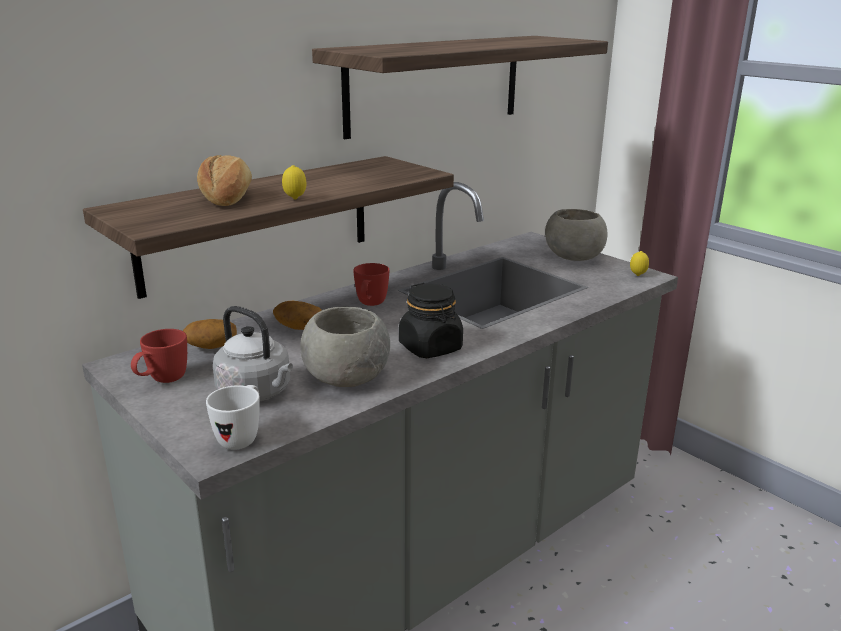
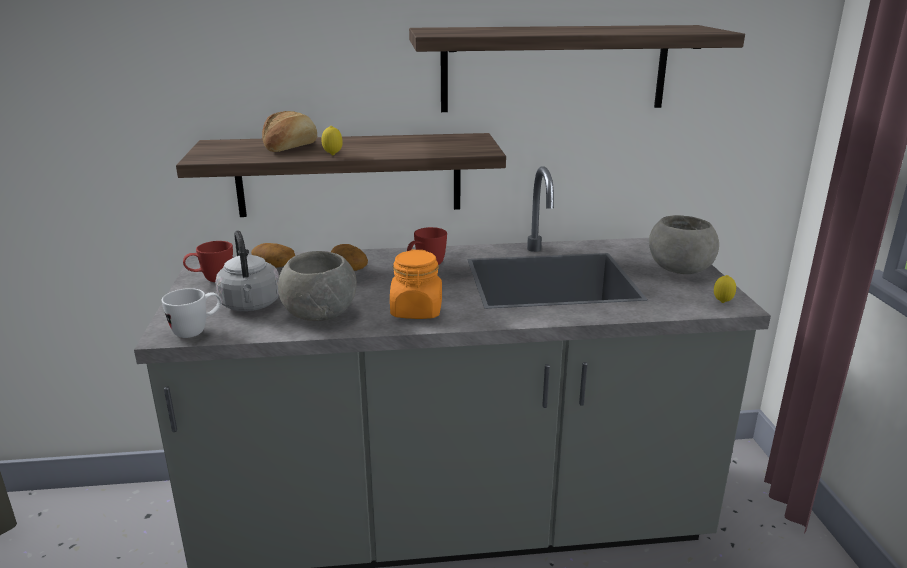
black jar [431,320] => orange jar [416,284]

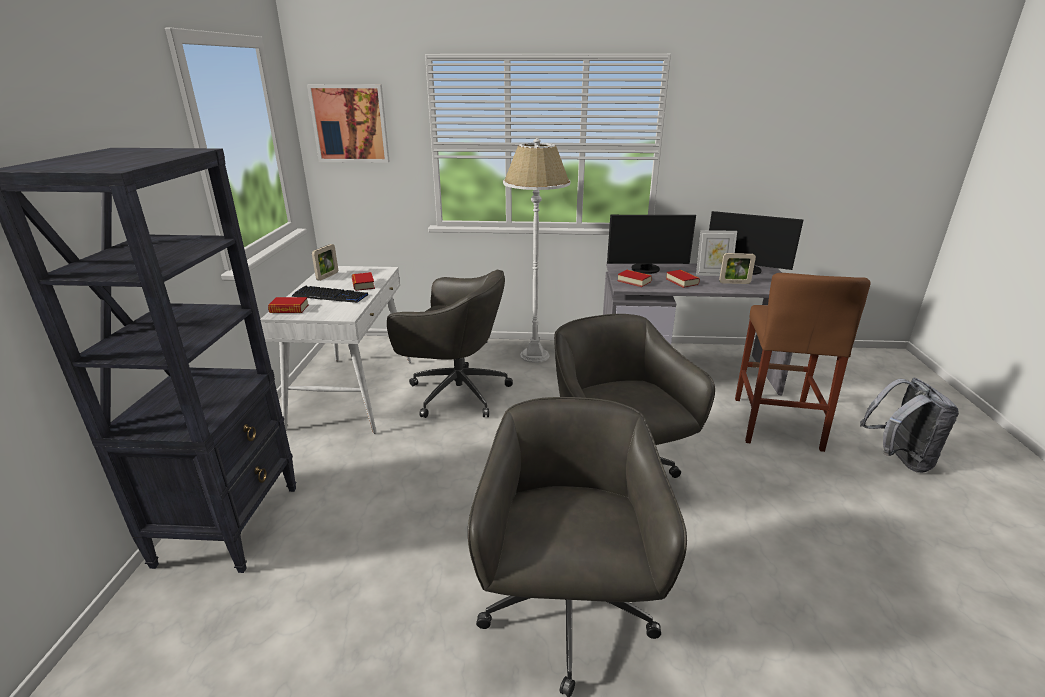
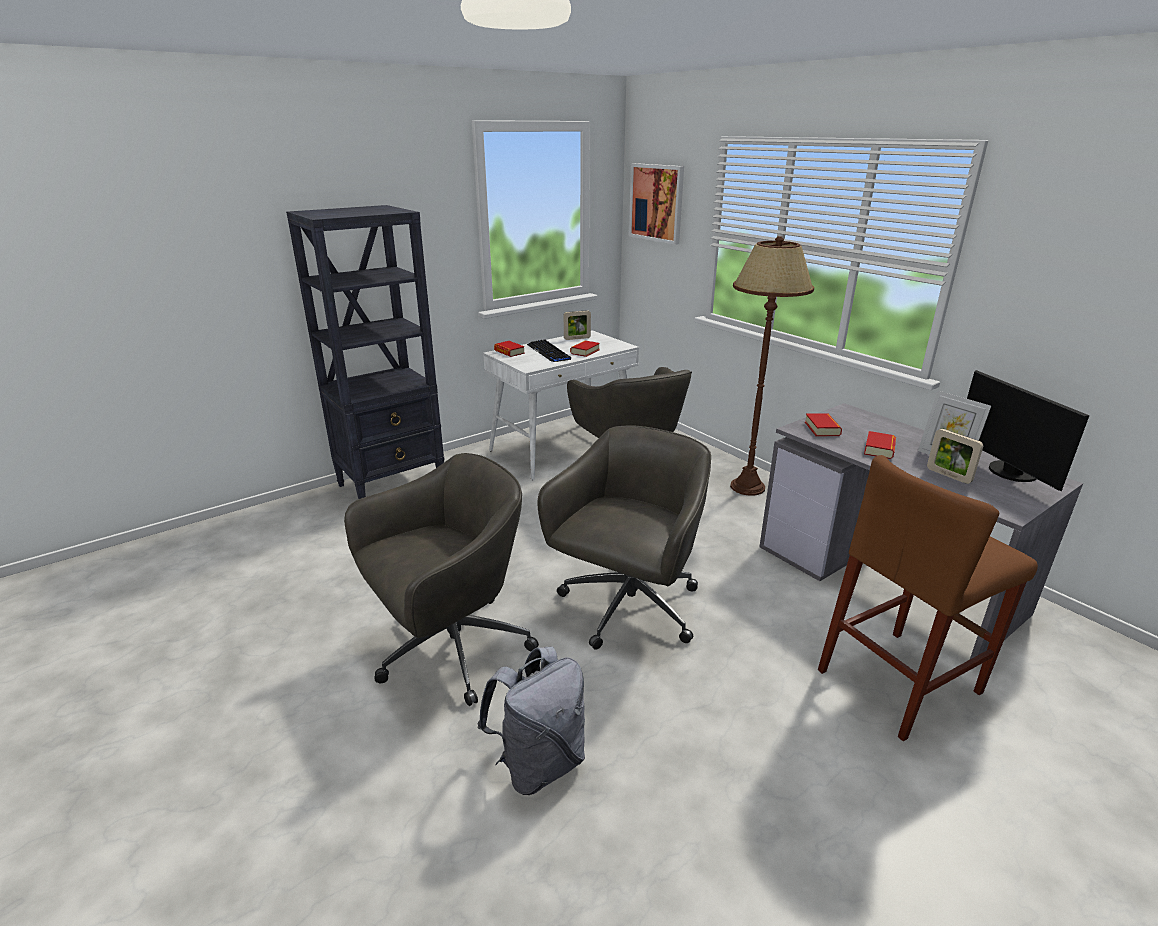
monitor [651,244] => nothing
grey backpack [909,425] => grey backpack [531,720], move
white floor lamp [536,250] => brown floor lamp [772,366]

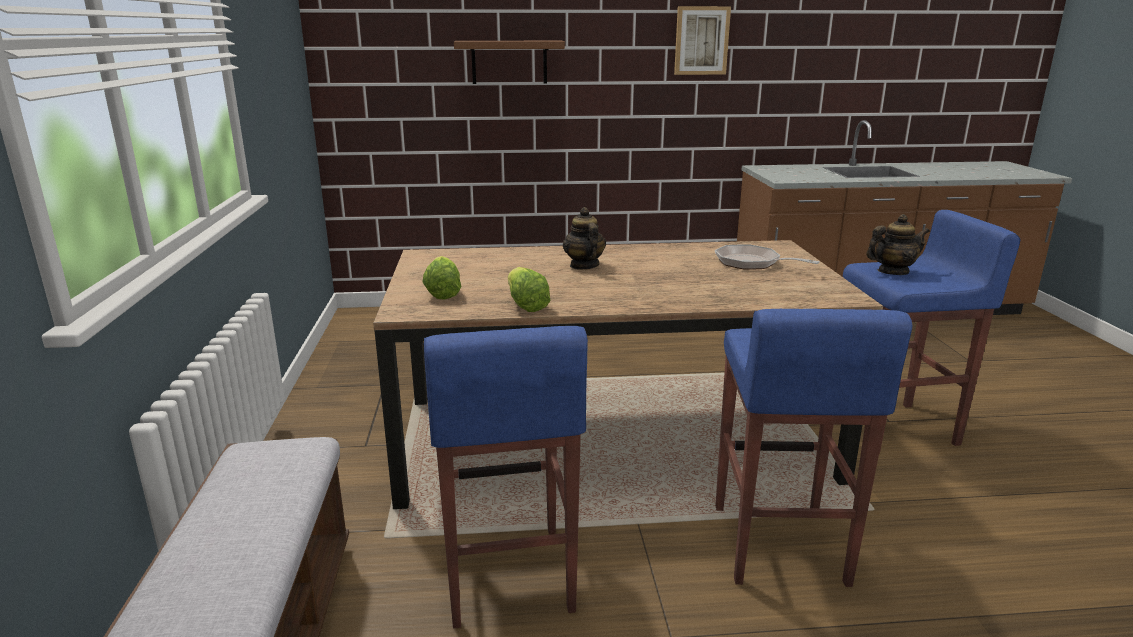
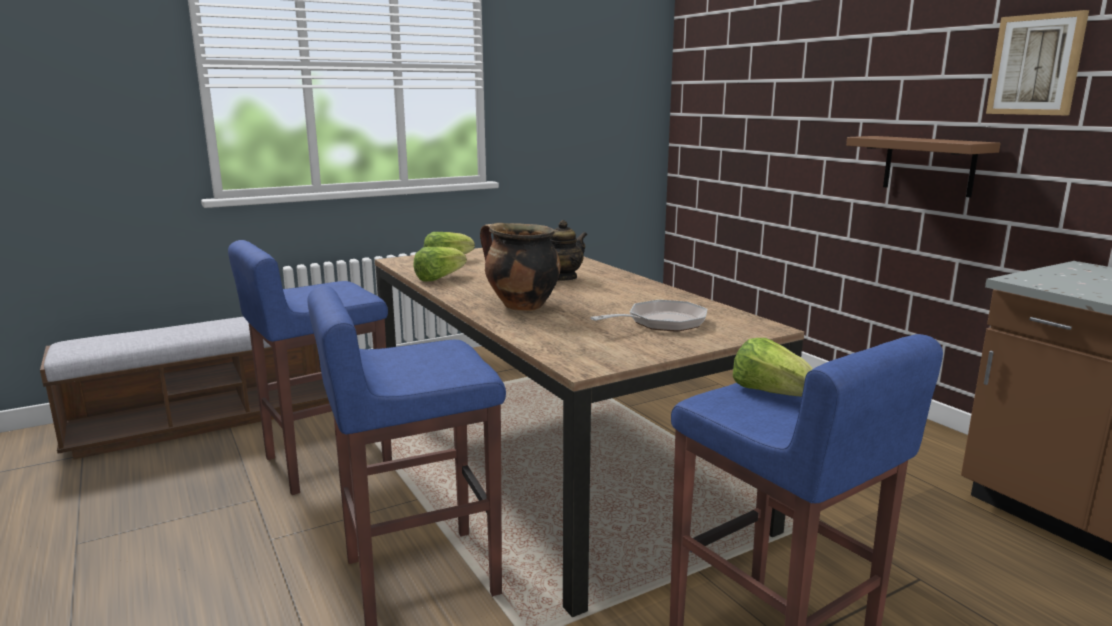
nothing => cooking pot [520,267]
brown shelf [509,62] => brown shelf [923,166], move
teapot [898,244] => lettuce [773,367]
frying pan [767,257] => frying pan [648,316], 45 degrees clockwise

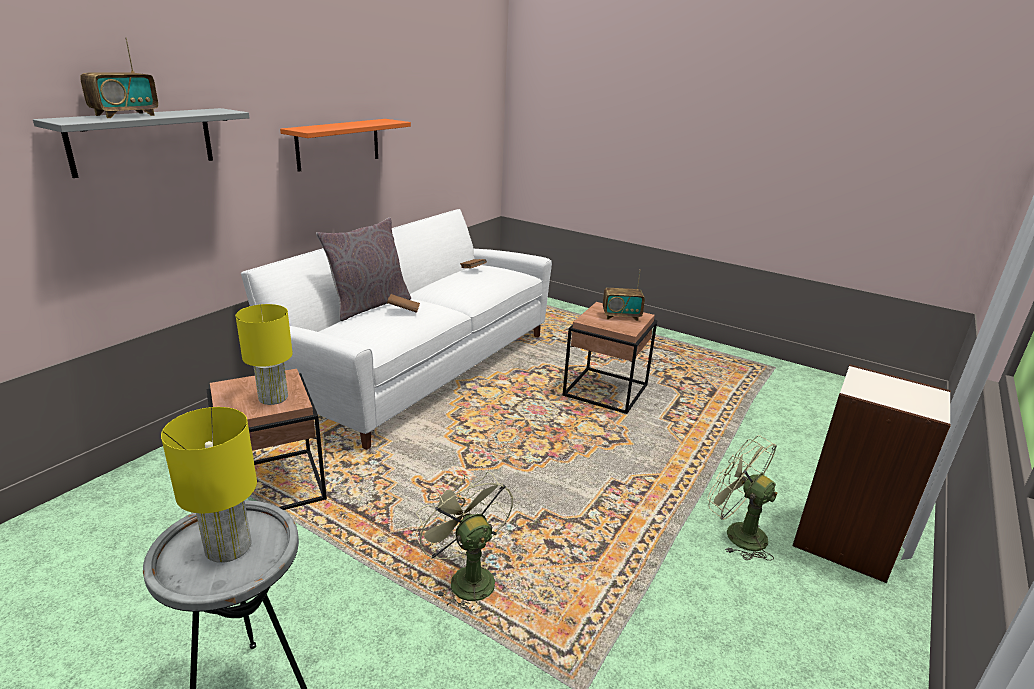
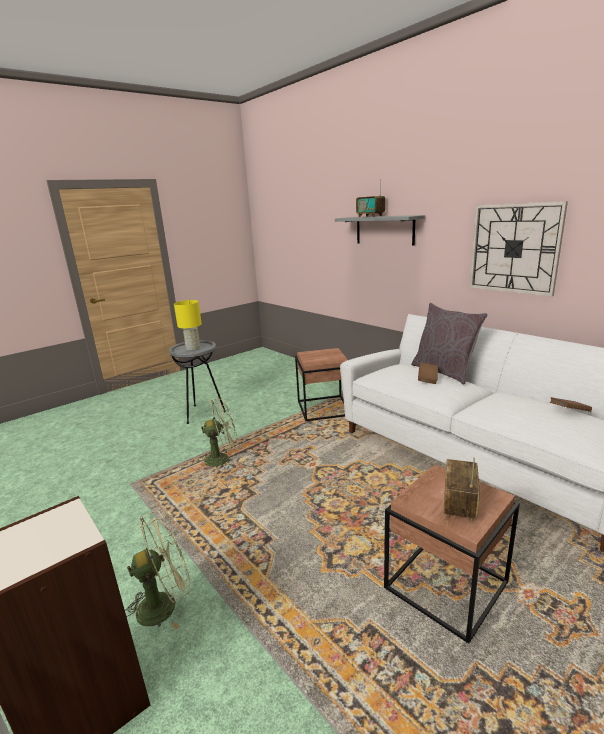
yellow table lamp [264,354] => nothing
orange shelf [345,145] => wall clock [518,249]

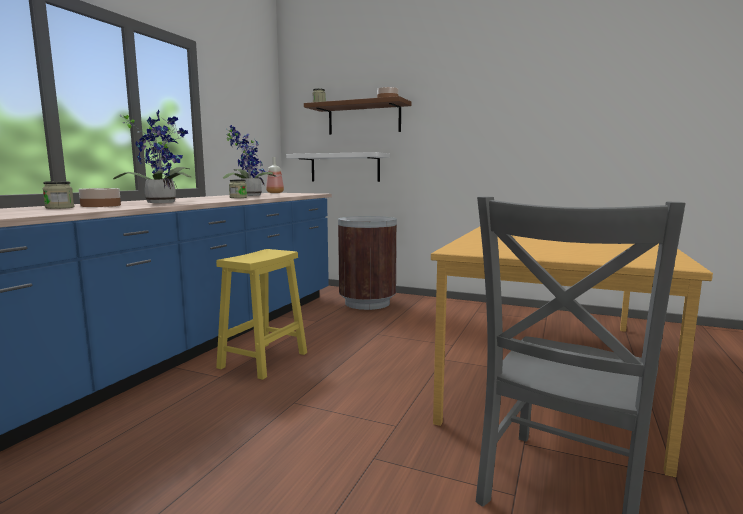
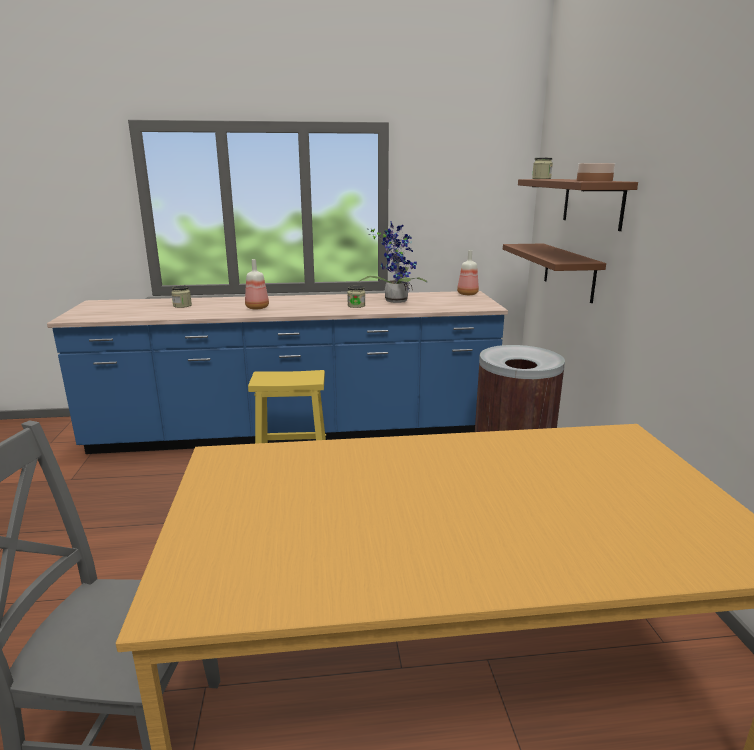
bowl [100,197] => nothing
potted plant [152,156] => bottle [257,284]
white shelf [338,167] => brown shelf [554,273]

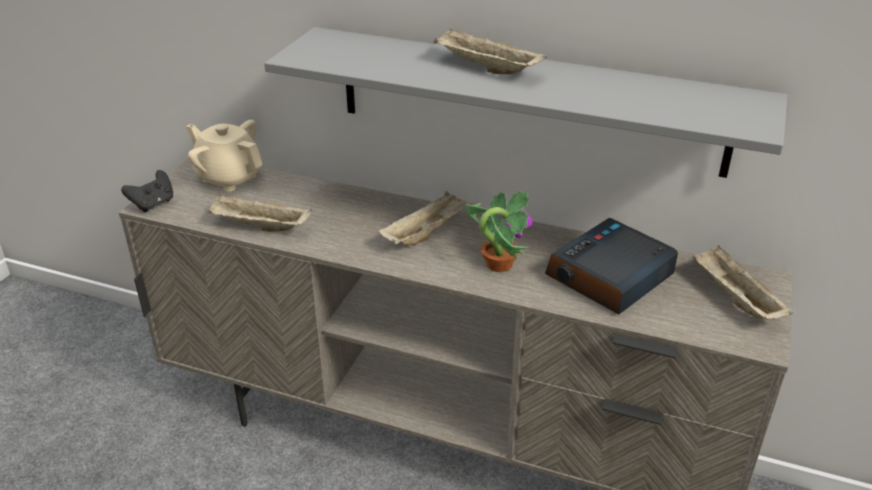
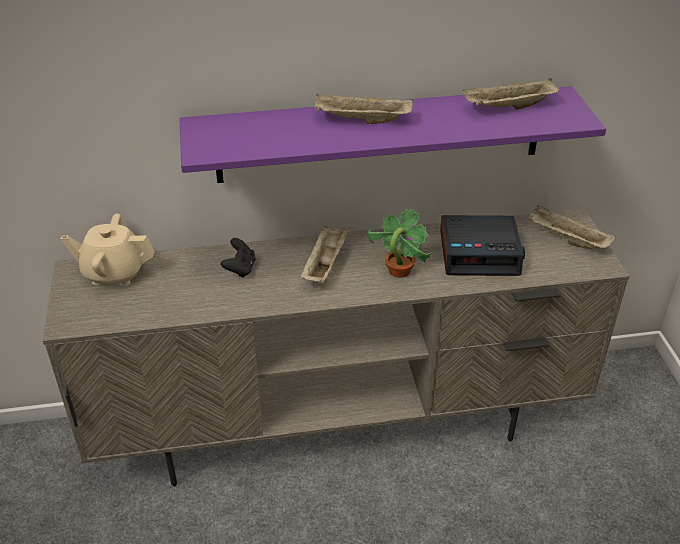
black game controller [147,191] => black game controller [238,258], move
beige tray [259,213] => beige tray [511,93], move
grey shelf [525,102] => purple shelf [393,134]
alarm clock [611,266] => alarm clock [482,245], 105 degrees counterclockwise

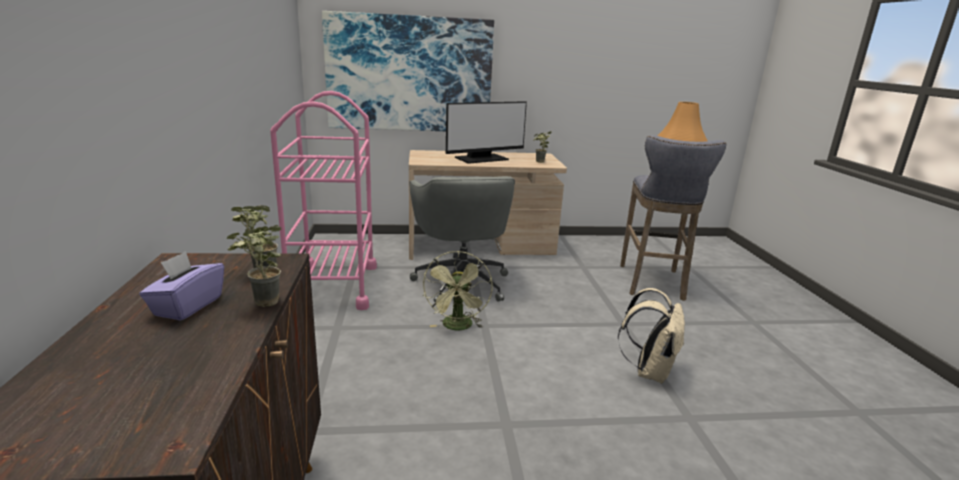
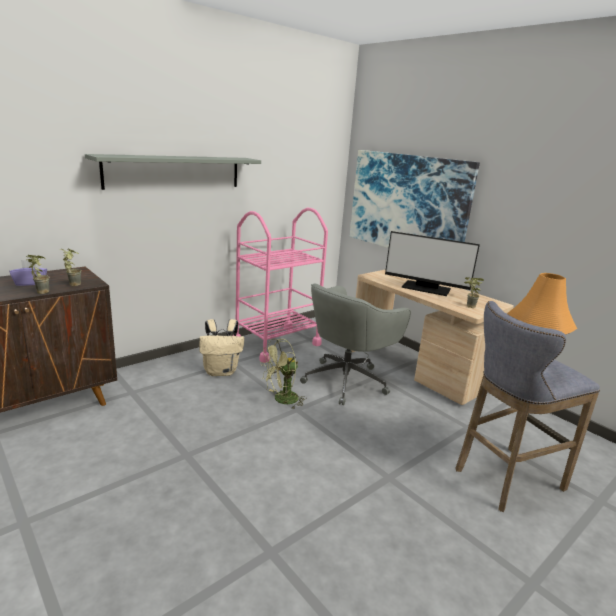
nothing => grey shelf [173,172]
beige backpack [651,336] => beige backpack [221,347], move

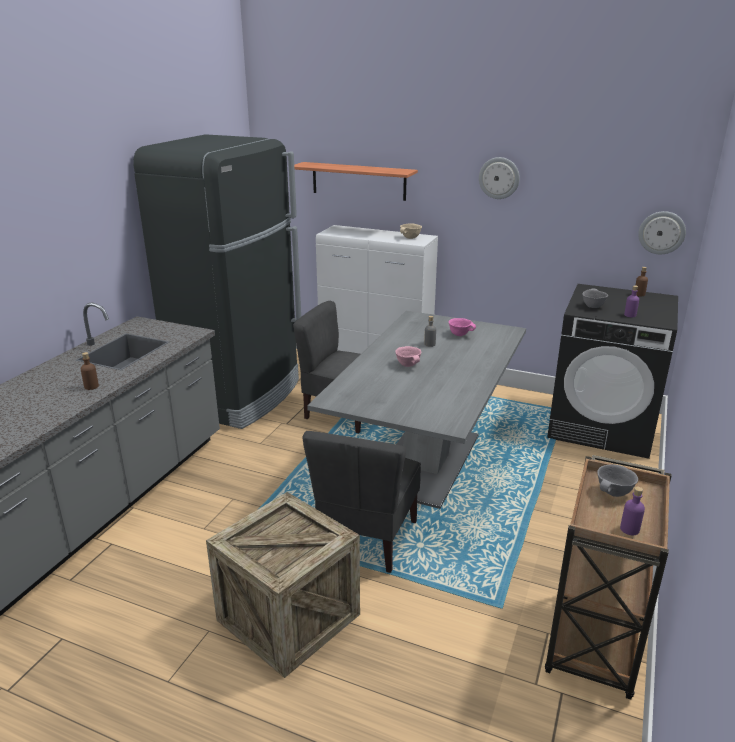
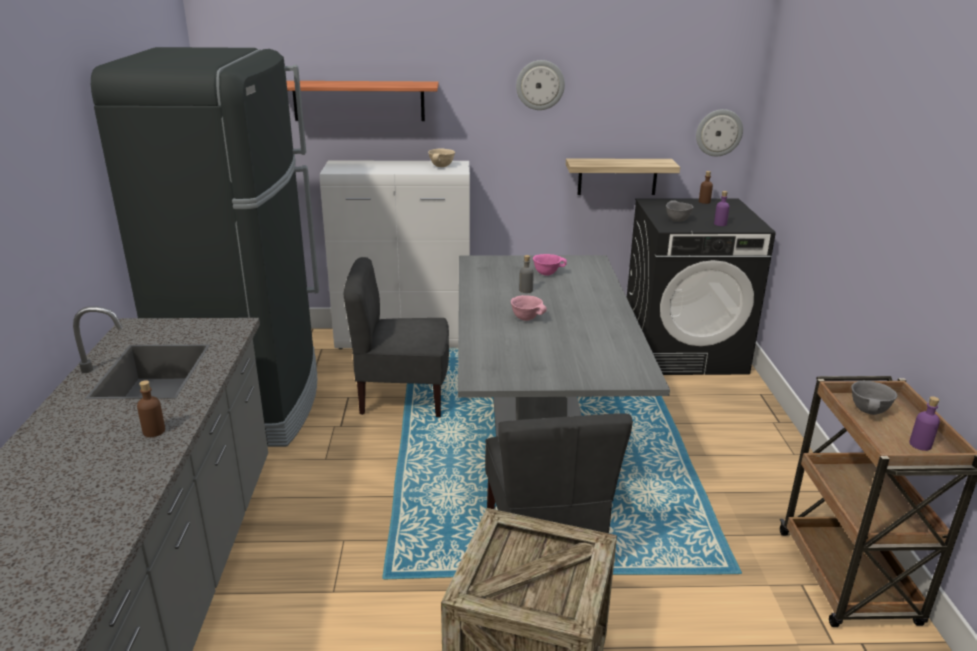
nothing => shelf [623,177]

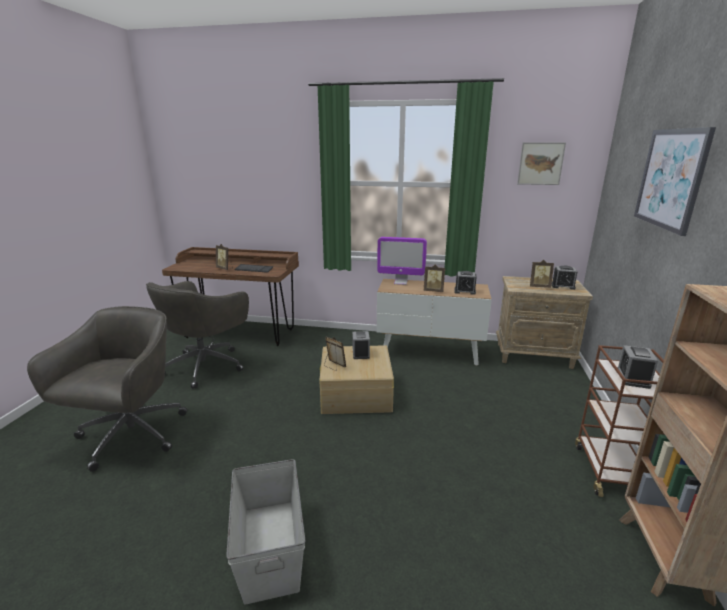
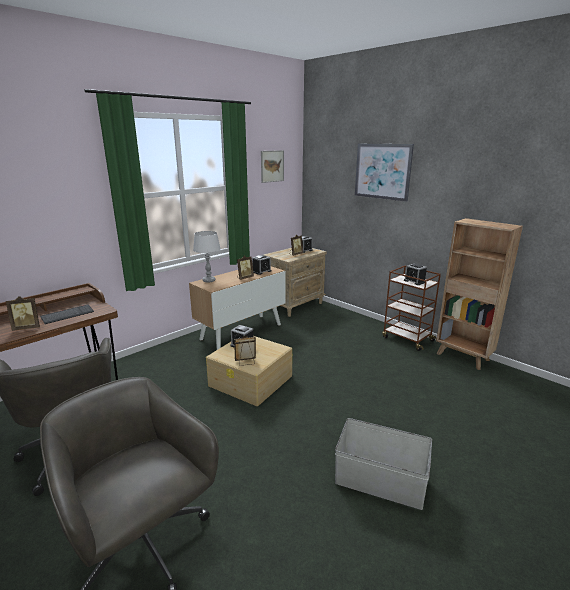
monitor [402,261] => grey table lamp [207,257]

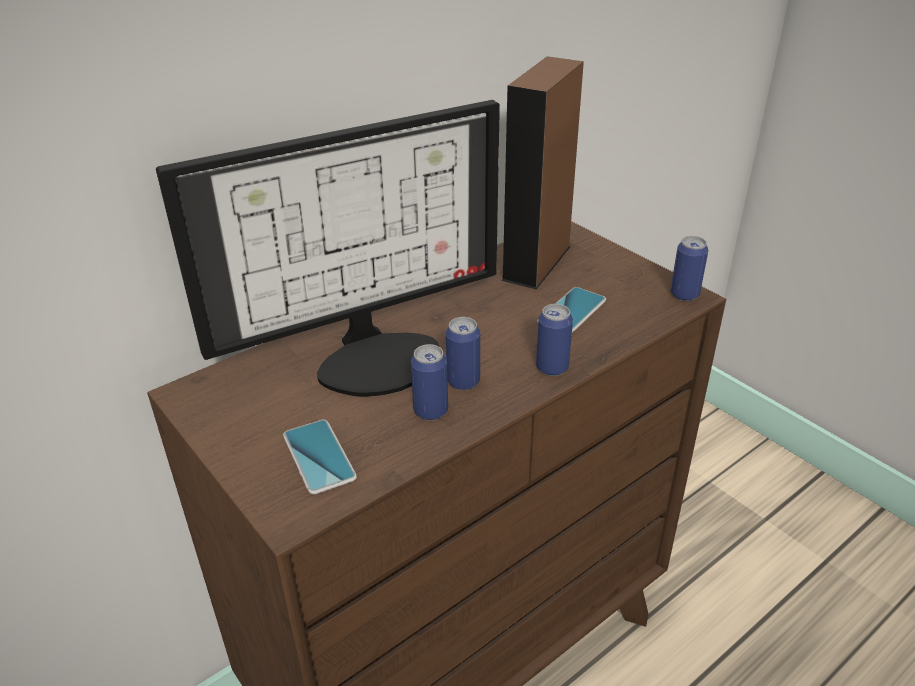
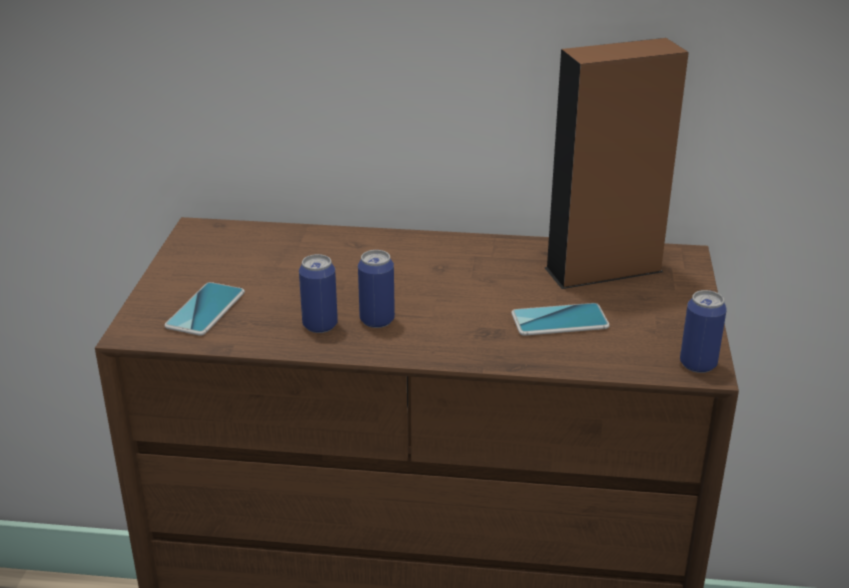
monitor [328,248] => nothing
can [554,340] => nothing

